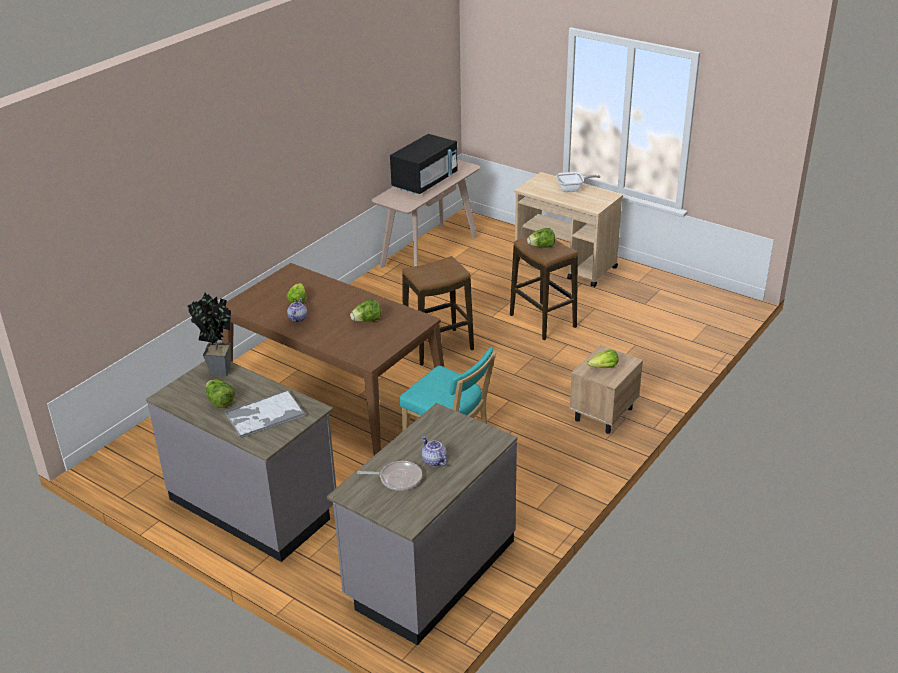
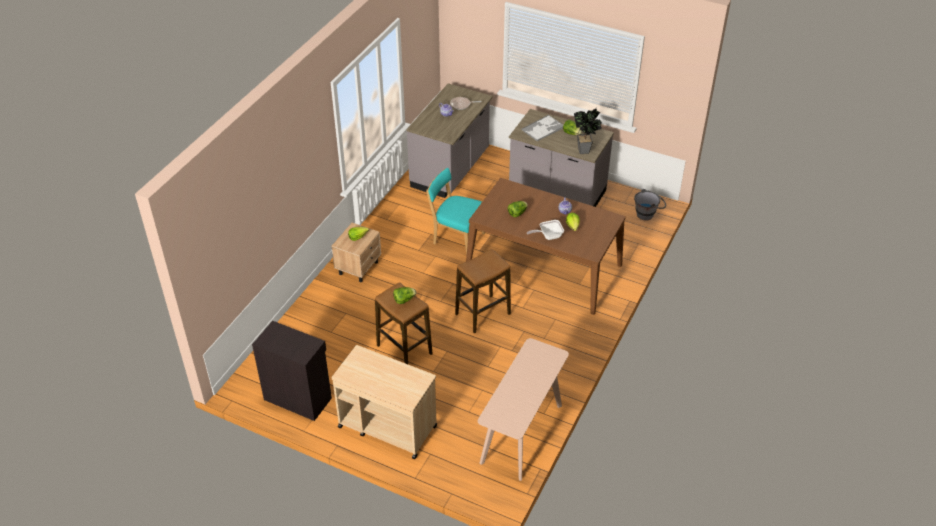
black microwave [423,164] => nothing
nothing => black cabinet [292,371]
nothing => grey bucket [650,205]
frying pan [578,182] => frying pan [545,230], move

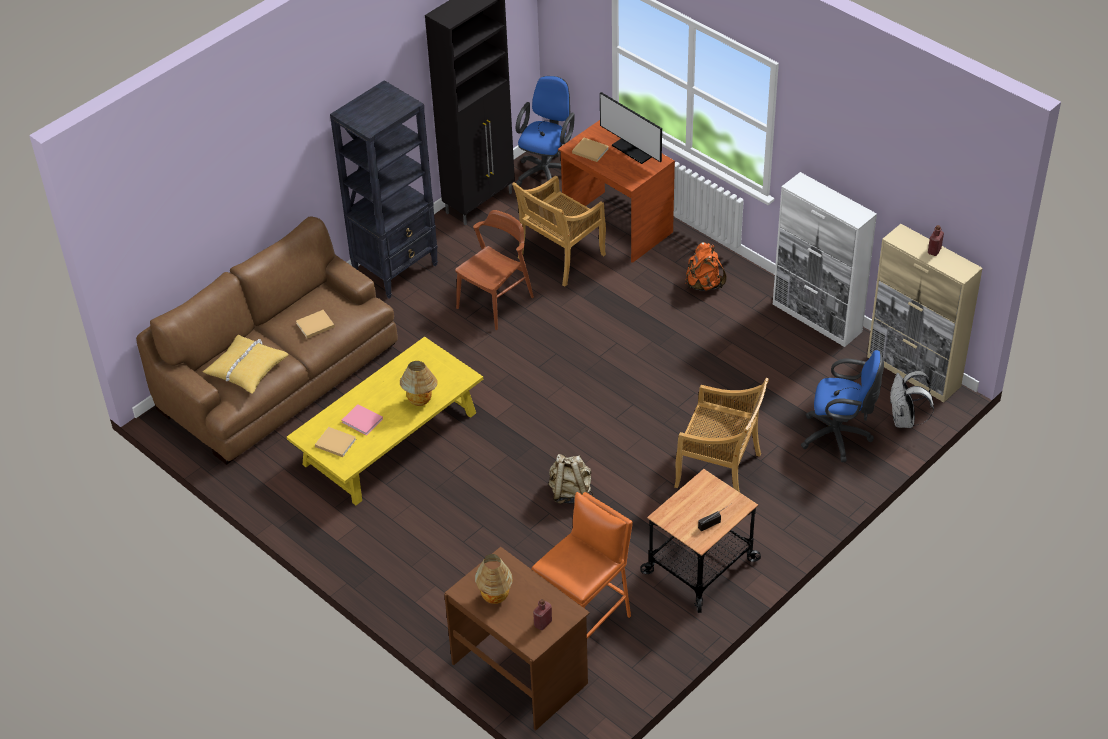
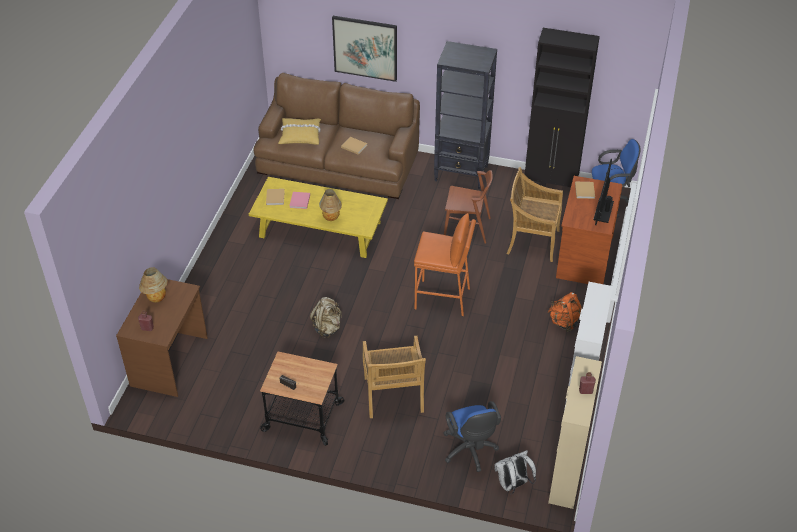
nothing => picture [364,49]
orange stool [582,565] => orange stool [445,264], move

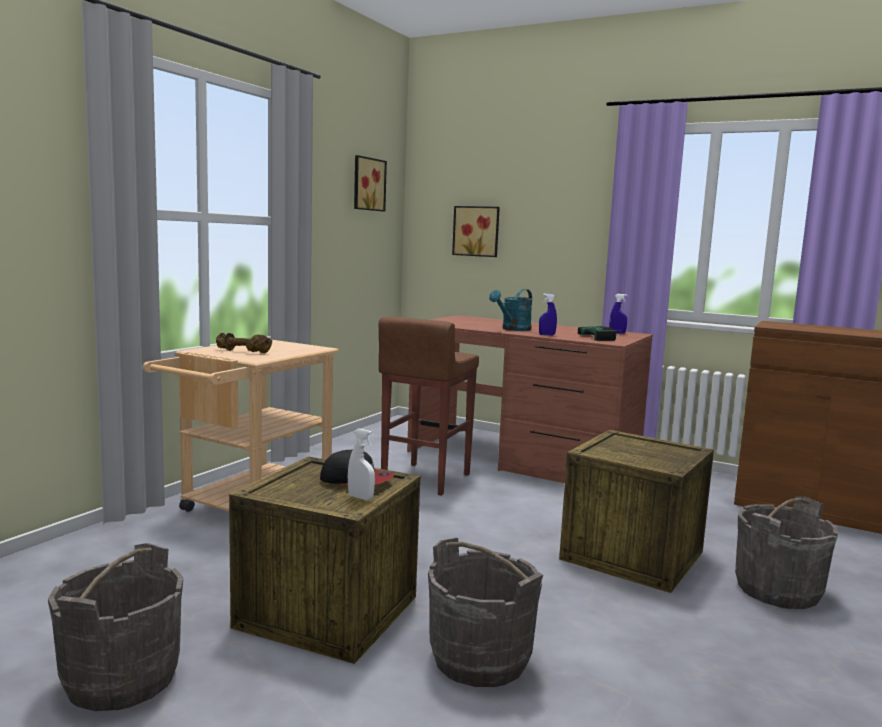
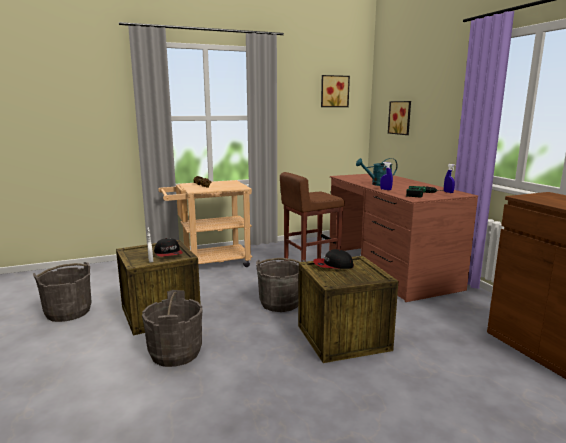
nothing => cap [333,259]
grey bucket [786,552] => grey bucket [280,285], move

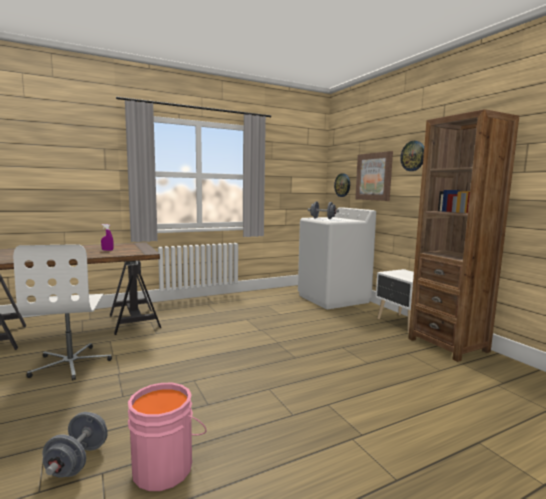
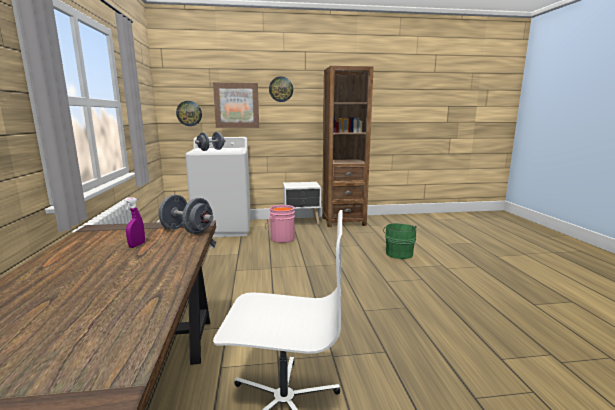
nothing => green bucket [400,241]
grey dumbbell [75,444] => grey dumbbell [185,214], move
pink bucket [167,437] => pink bucket [280,224], move

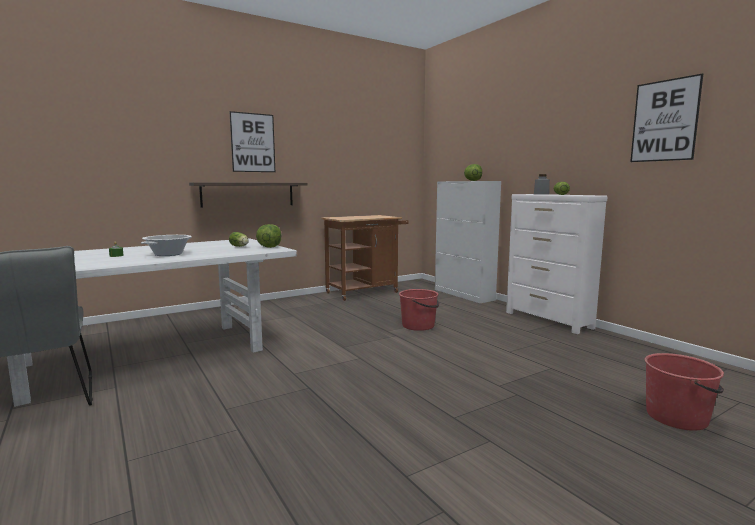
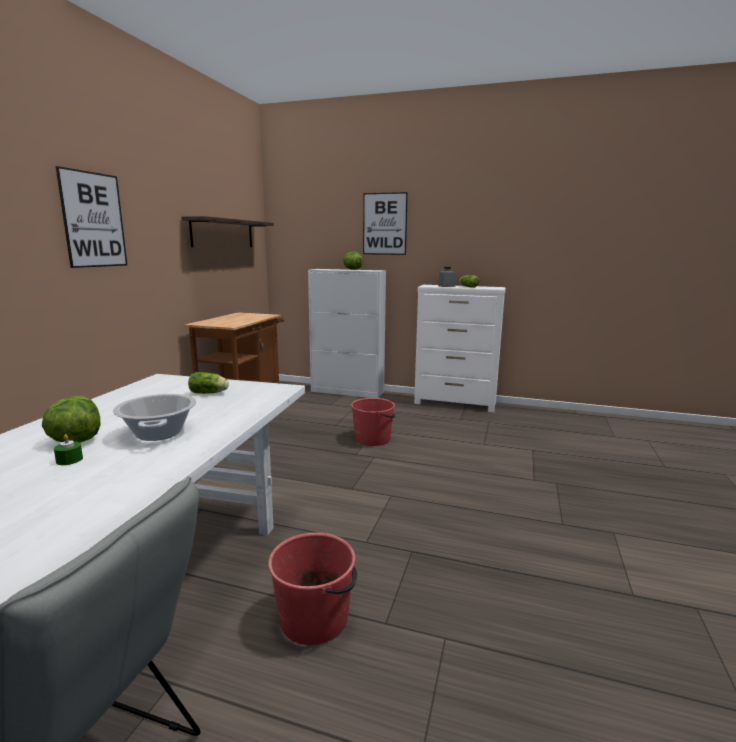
shelf [248,194] => shelf [227,231], move
lettuce [268,236] => lettuce [71,419], move
picture [666,117] => picture [385,223], move
red bucket [684,392] => red bucket [312,589], move

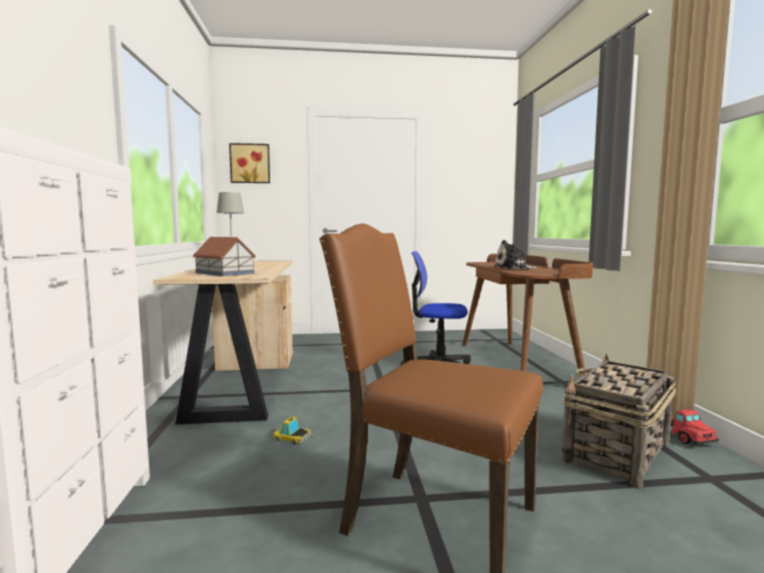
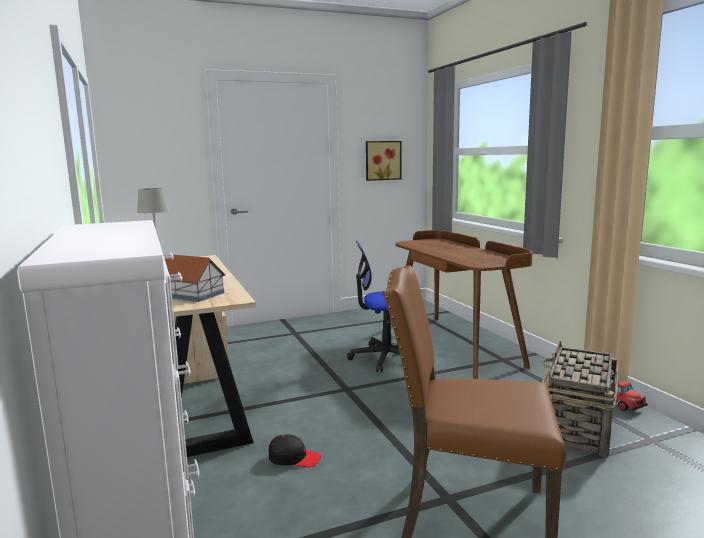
plush toy [516,254] => nothing
picture [249,163] => picture [384,161], move
toy car [292,431] => black cap [294,451]

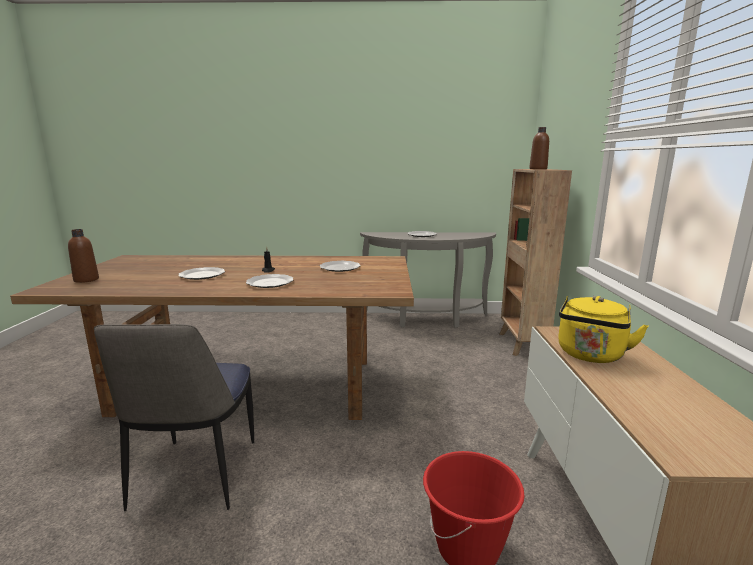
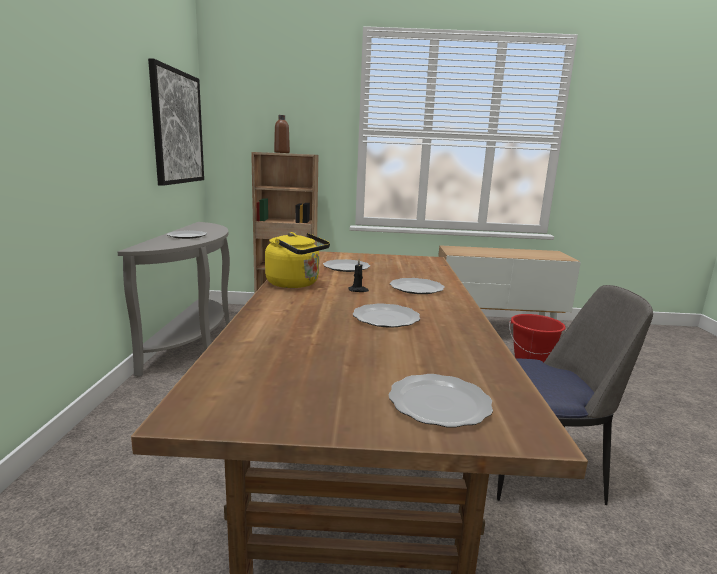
nothing => picture [176,122]
yellow kettle [603,329] => yellow kettle [297,260], move
brown bottle [83,256] => plate [441,401]

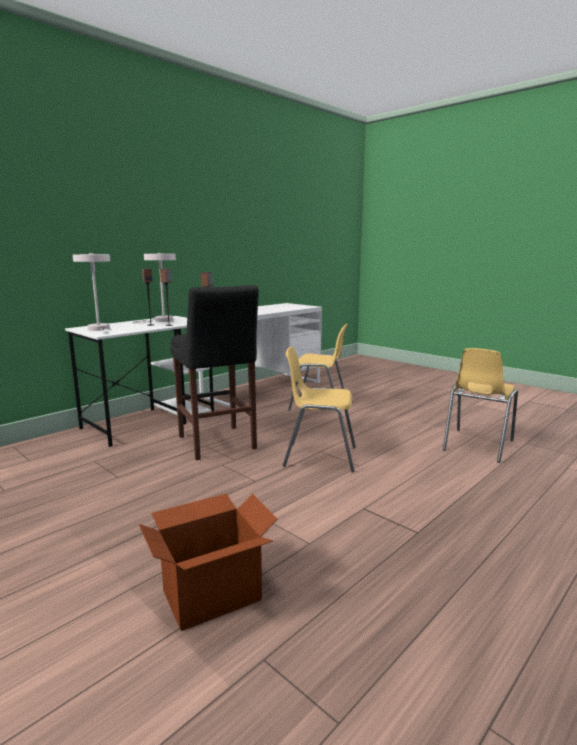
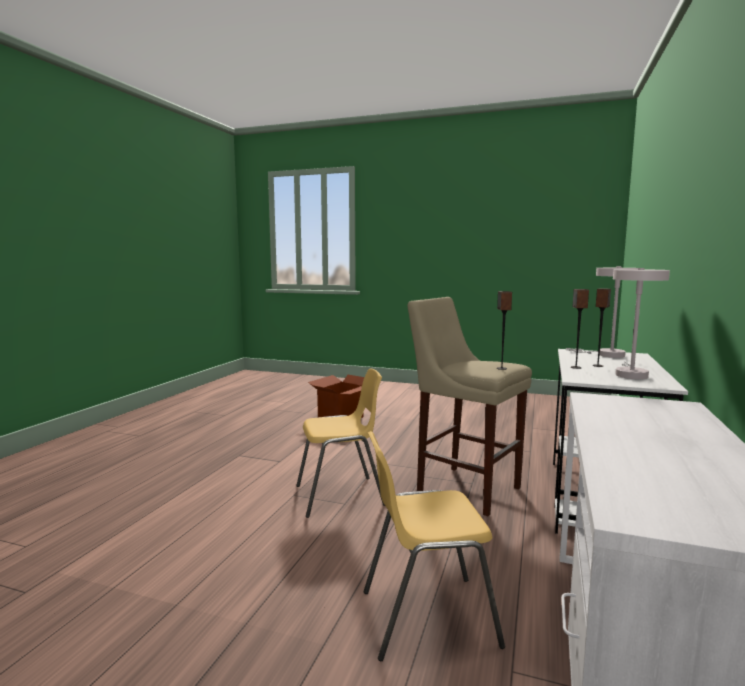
yellow chair [480,405] => nothing
black stool [214,372] => beige stool [470,406]

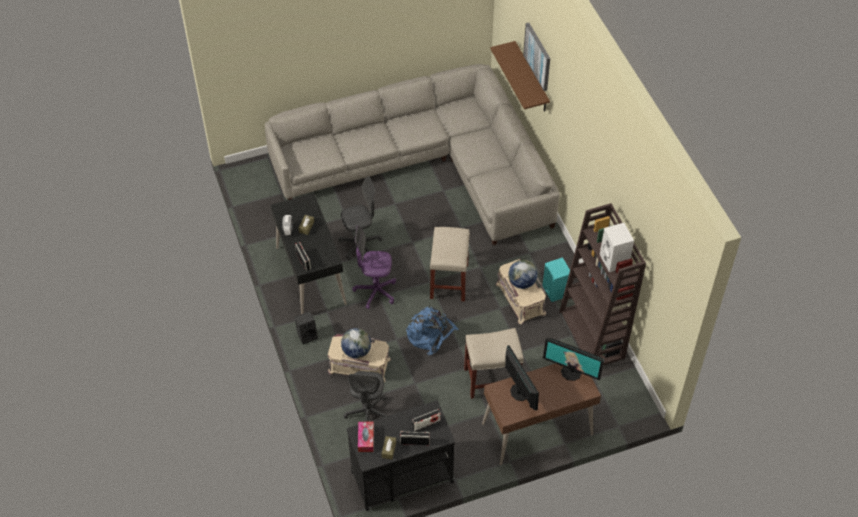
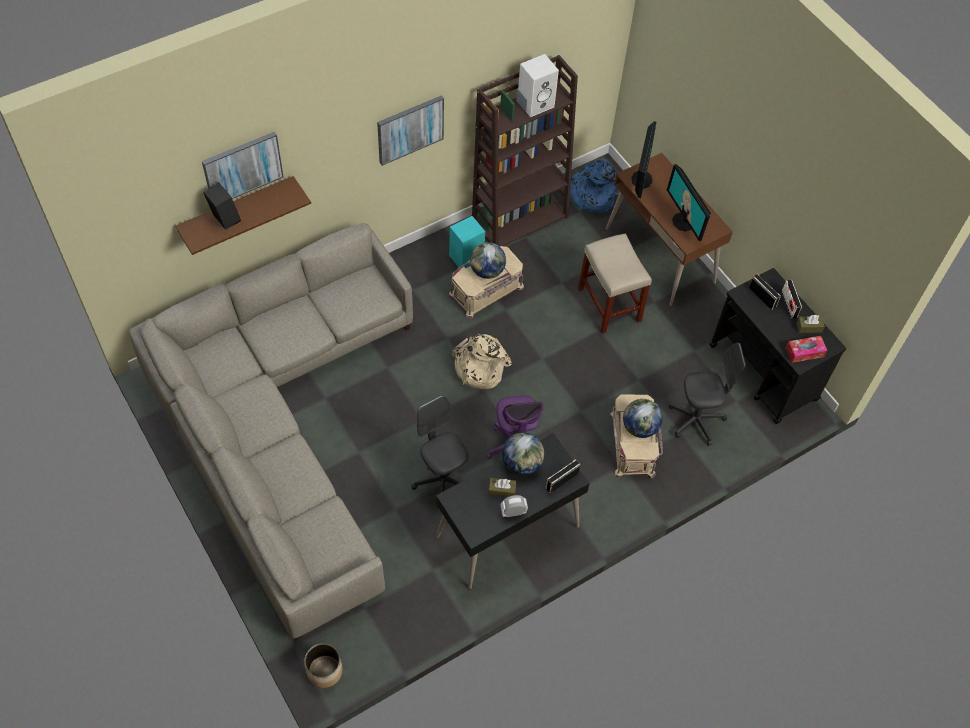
nothing => planter [323,665]
nothing => picture [410,130]
nothing => globe [523,453]
black speaker [306,327] => black speaker [222,206], move
blue backpack [432,330] => blue backpack [595,186], move
beige stool [450,264] => beige backpack [482,361]
monitor [522,378] => monitor [689,202], 75 degrees counterclockwise

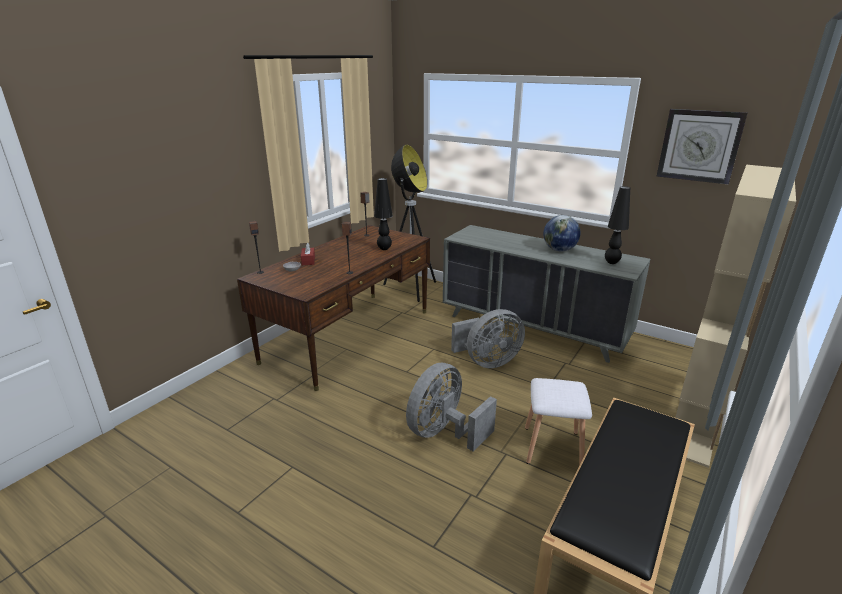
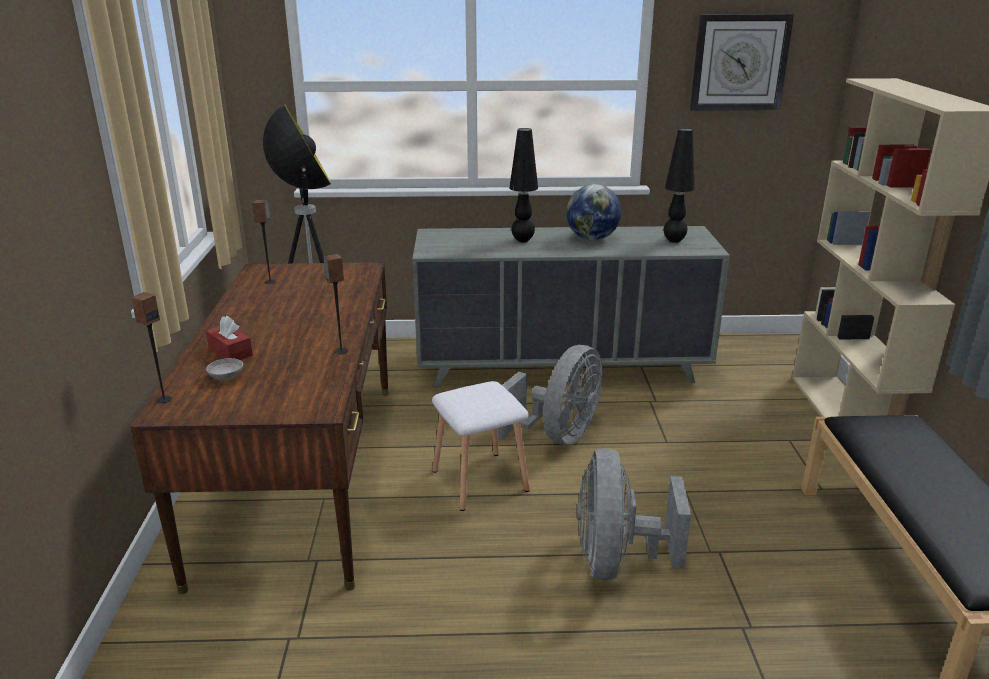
black table lamp [383,214] => black table lamp [523,185], move
white stool [558,421] => white stool [481,446], move

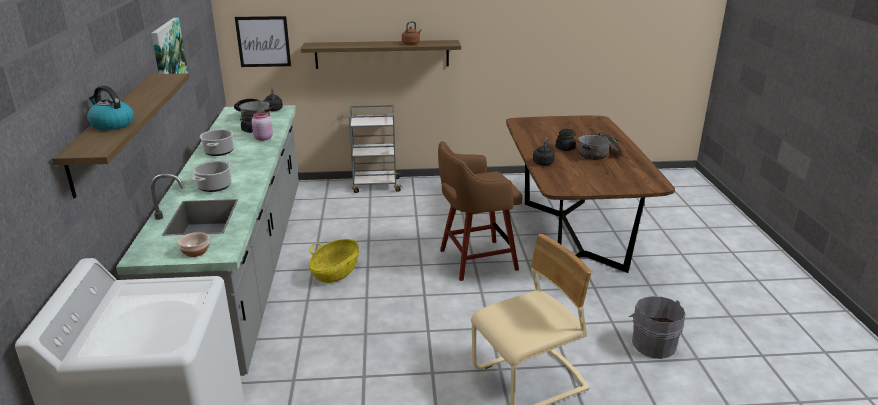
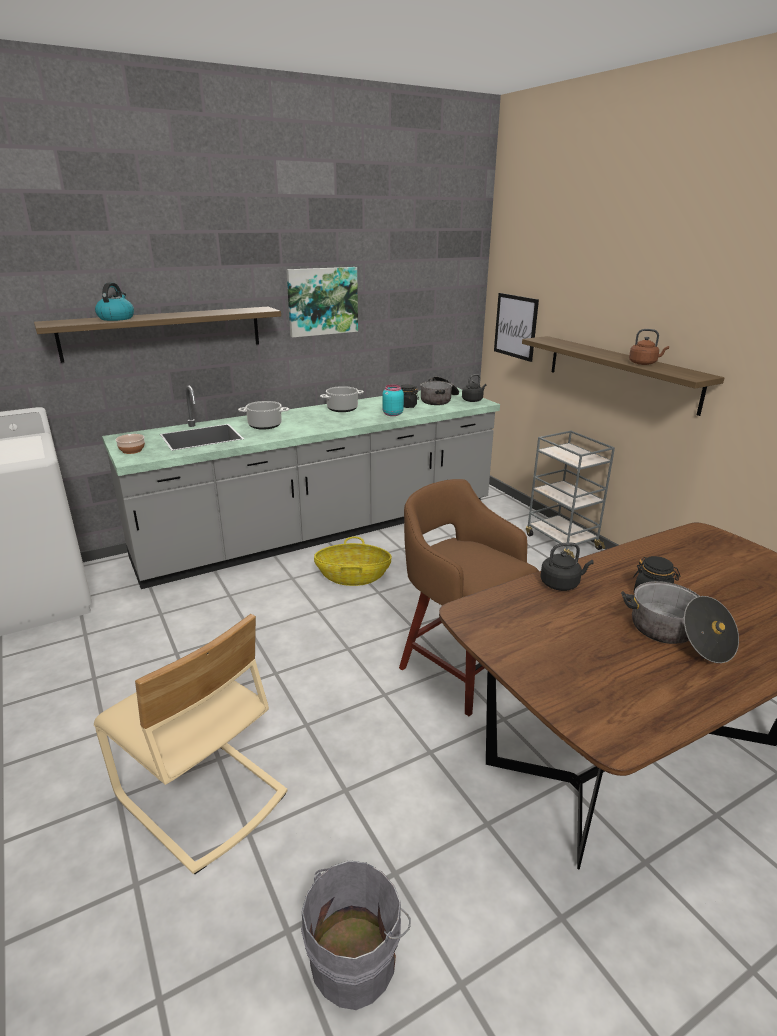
pink jar [262,126] => turquoise jar [393,400]

